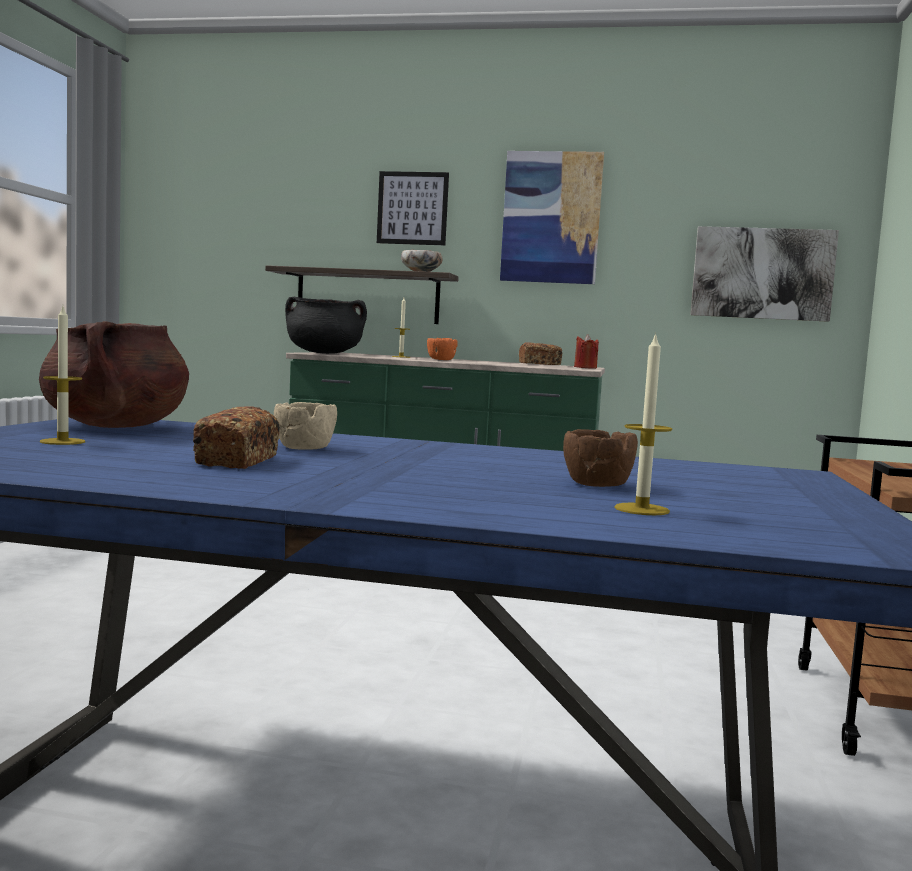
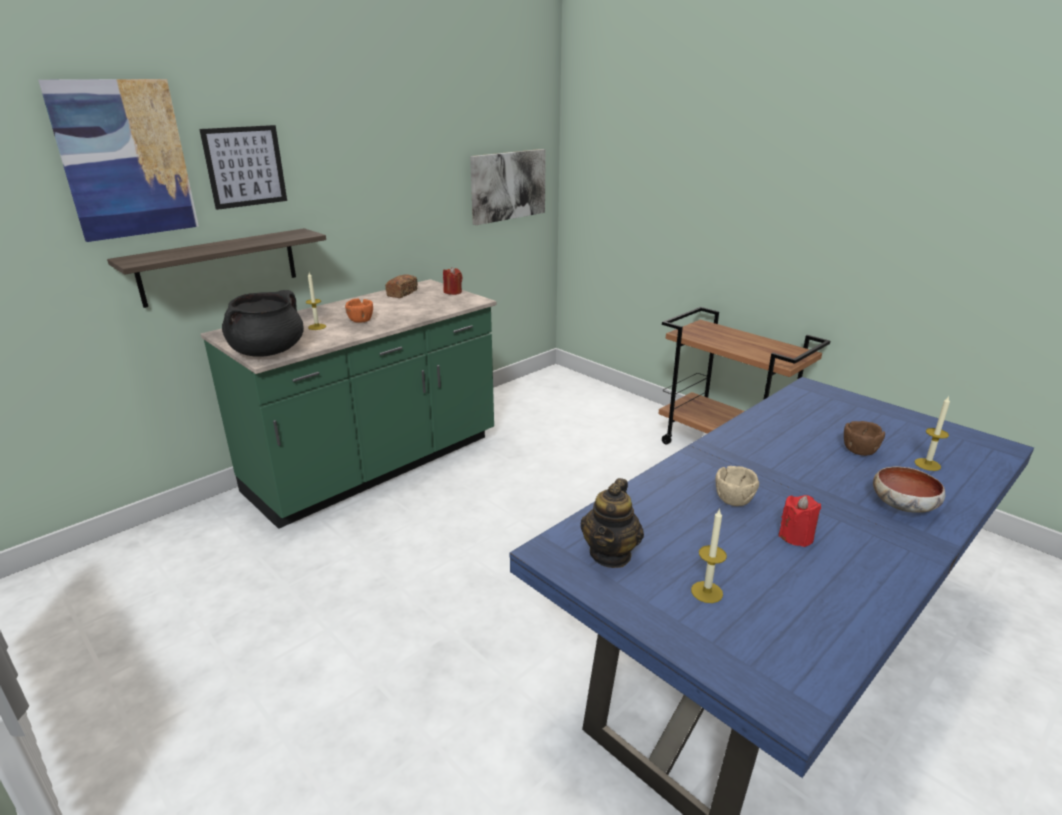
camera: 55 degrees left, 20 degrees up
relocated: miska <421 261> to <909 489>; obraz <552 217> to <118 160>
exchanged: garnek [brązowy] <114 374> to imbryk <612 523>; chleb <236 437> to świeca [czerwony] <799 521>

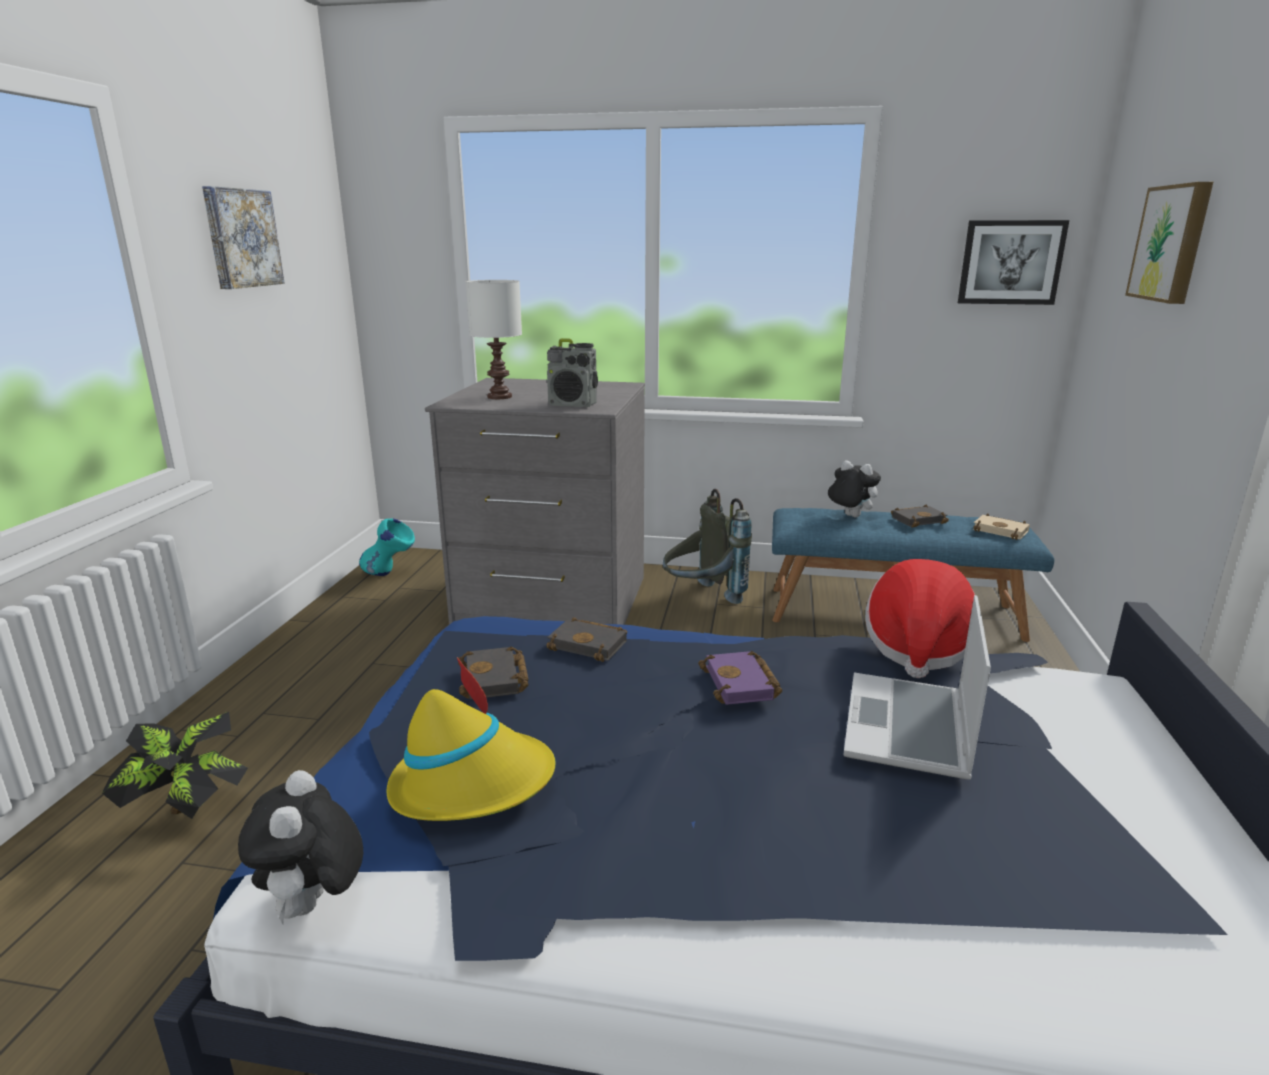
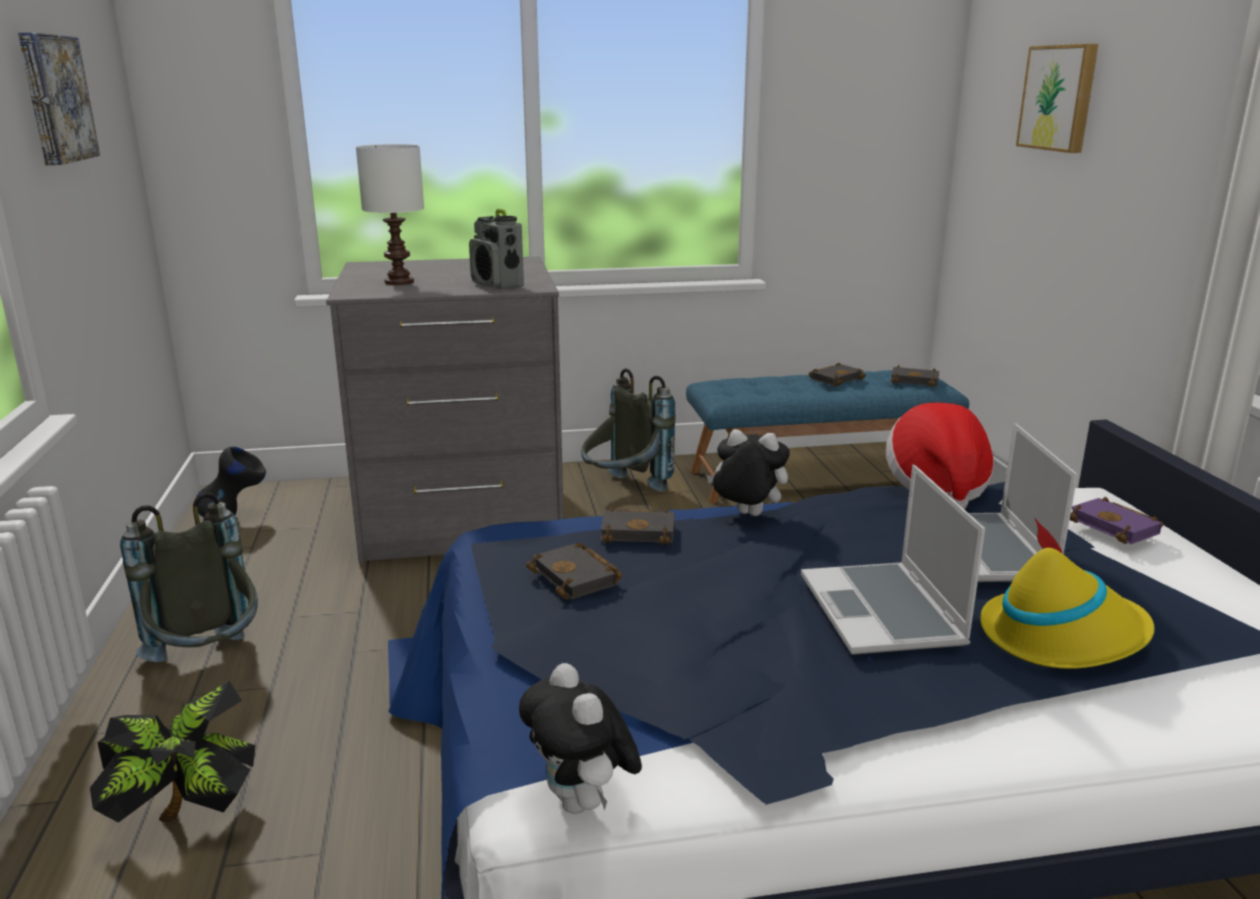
camera: 20 degrees left, 0 degrees up
missing: obraz <1013 262>
appeared: plecak [szary] <189 577>; laptop <893 560>
relocated: kapelusz [żółty] <471 739> to <1067 593>; książka [fioletowy] <740 678> to <1117 520>; pluszak <854 488> to <748 472>
colour: wazon [turkusowy] <387 547> to wazon [czarny] <231 482>; książka [beżowy] <1001 527> to książka [czarny] <914 376>
spun: radio <572 372> = <496 249> 60 degrees clockwise

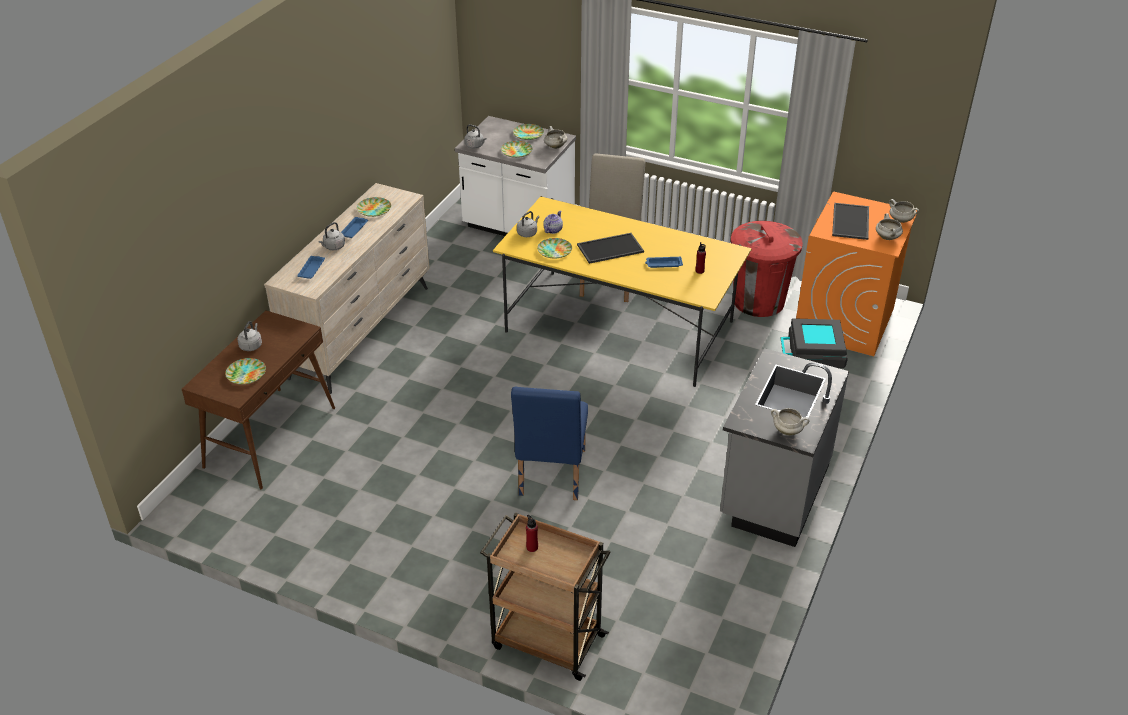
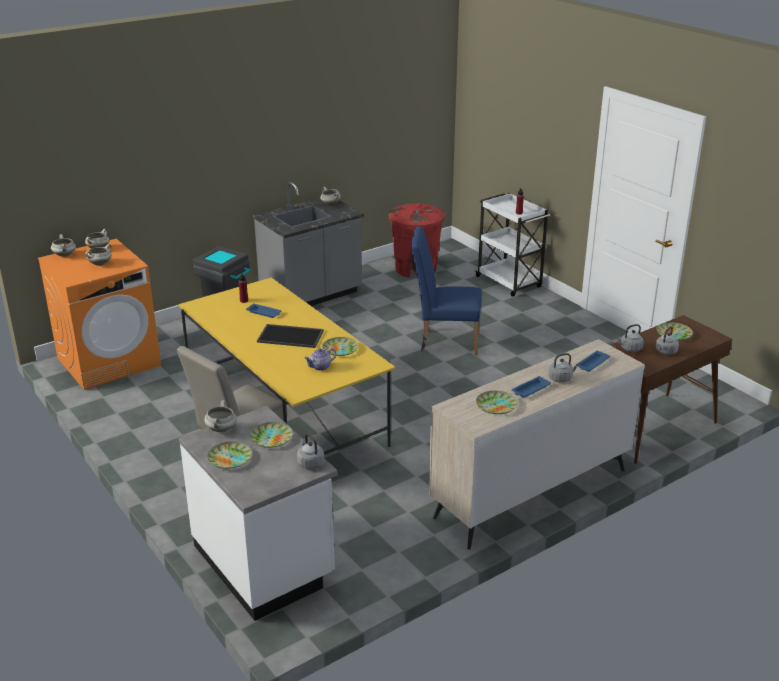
camera: 150 degrees left, 10 degrees down
relocated: czajnik [szary] <528 224> to <630 338>; kosz na śmieci [czerwony] <767 269> to <416 240>
exchanged: taca <850 221> to garnek [biały] <98 255>
colour: wózek [brązowy] <545 596> to wózek [biały] <512 245>
spun: krzesło [niebieski] <549 443> = <446 291> 120 degrees counterclockwise

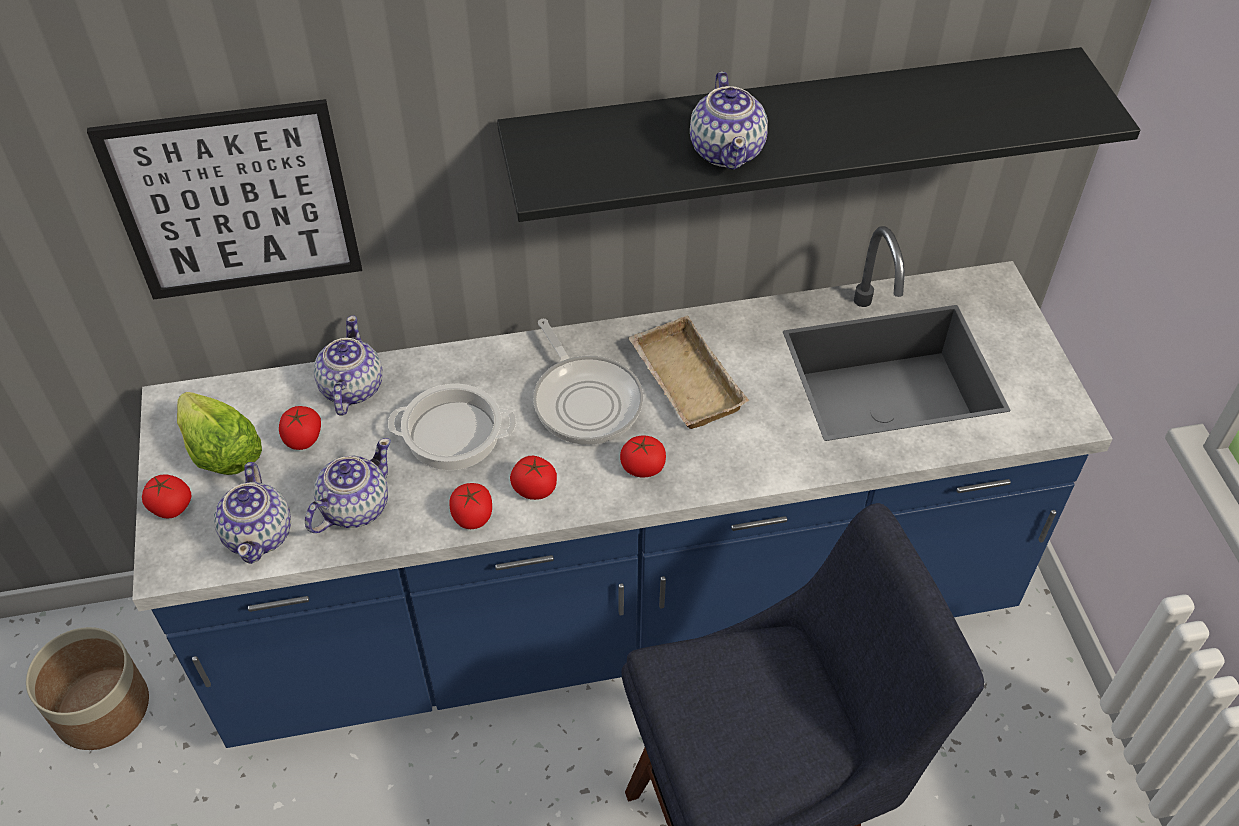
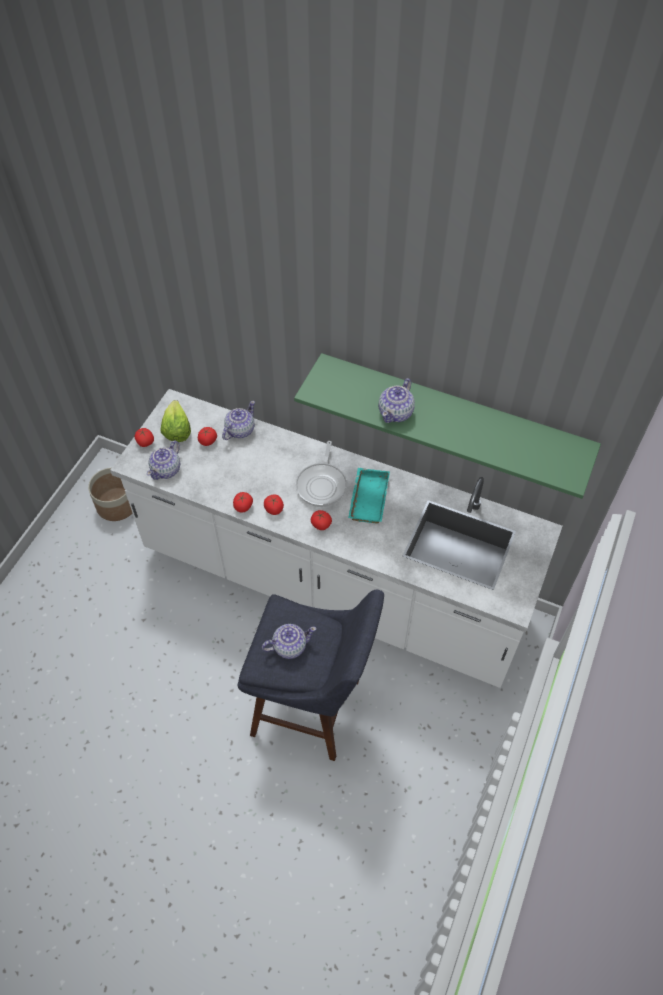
camera: 35 degrees right, 5 degrees up
missing: obraz <224 199>; garnek <452 427>
relocated: imbryk <348 485> to <289 641>
colour: zabudowa kuchenna [niebieski] <622 487> to zabudowa kuchenna [biały] <336 538>; półka [czarny] <818 134> to półka [zielony] <447 426>; taca [beżowy] <688 372> to taca [turkusowy] <369 495>

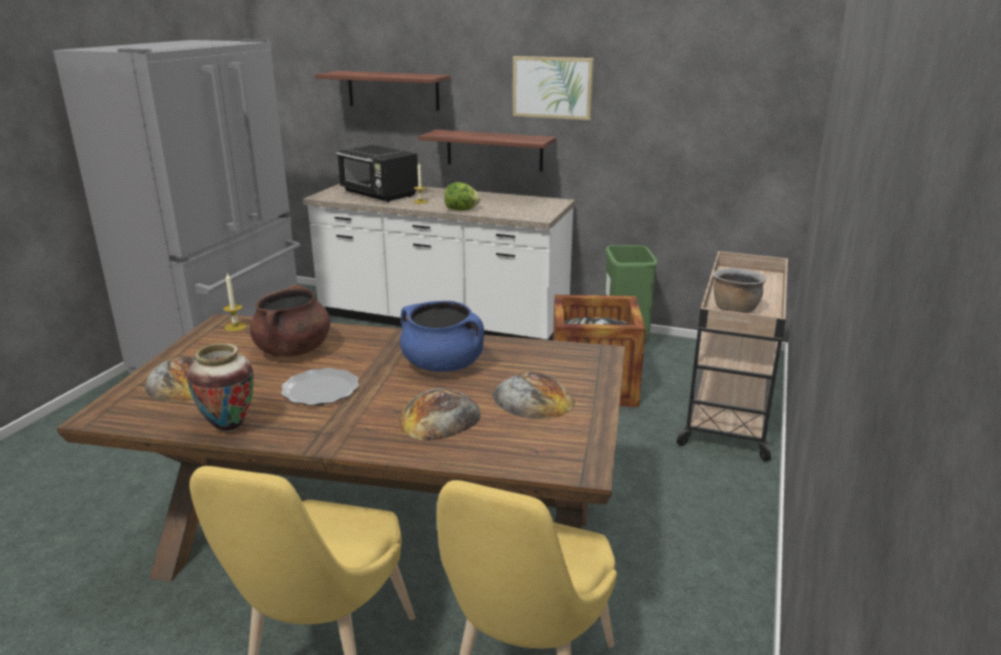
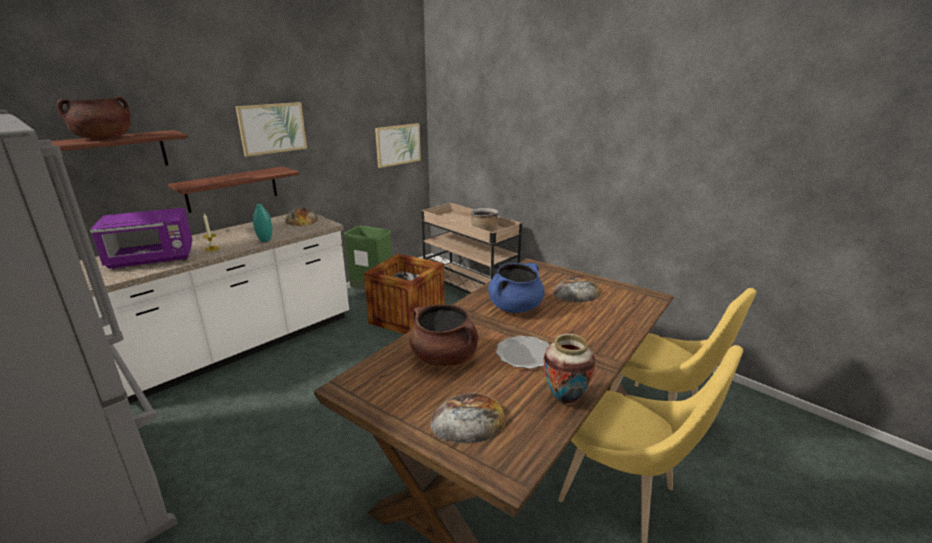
camera: 65 degrees left, 0 degrees up
missing: świeca <235 302>
appeared: garnek [brązowy] <94 118>; obraz <398 145>
relocated: chleb <439 414> to <301 217>
exchanged: sałata <462 196> to wazon [turkusowy] <262 223>
colour: mikrofalówka [czarny] <377 173> to mikrofalówka [fioletowy] <141 238>

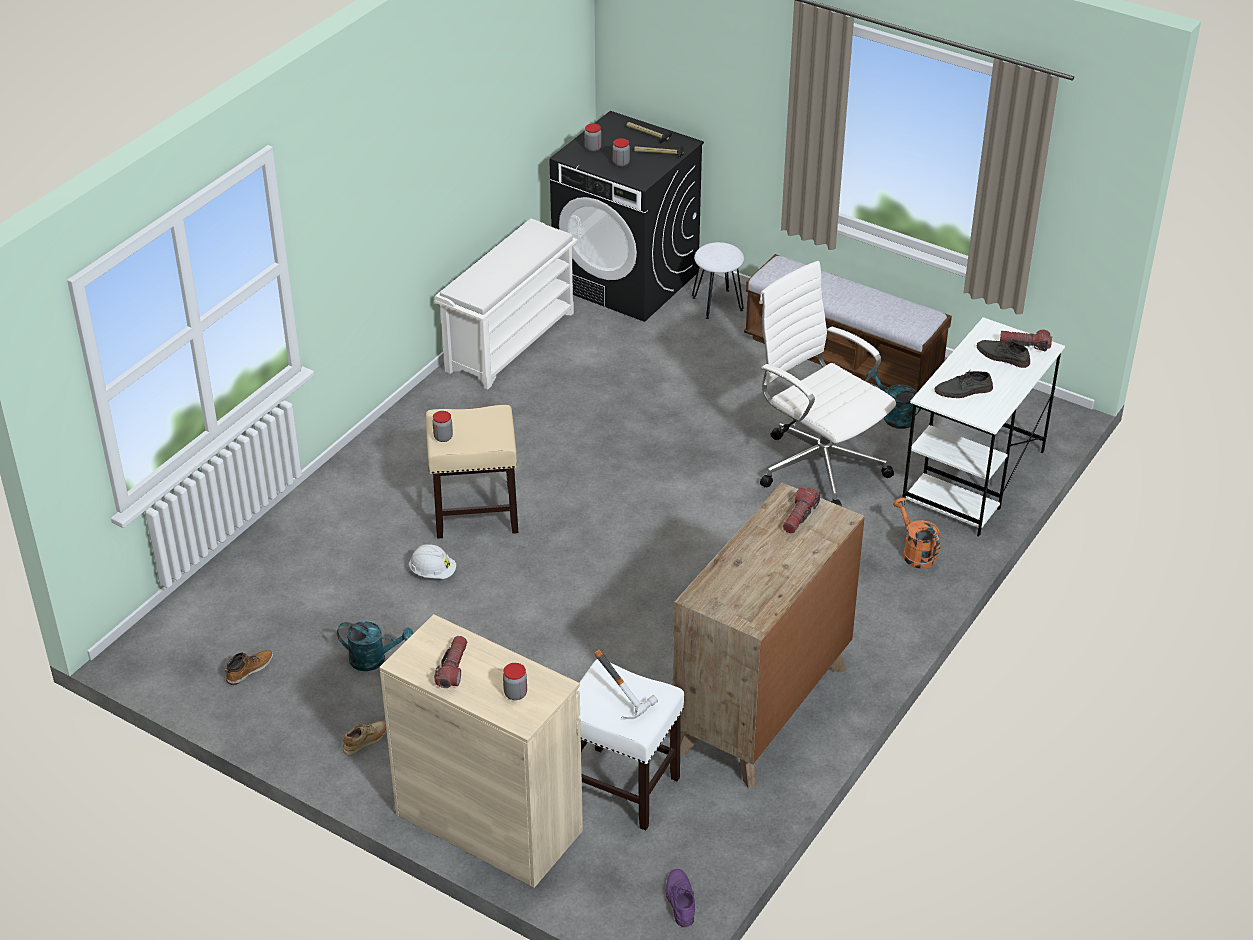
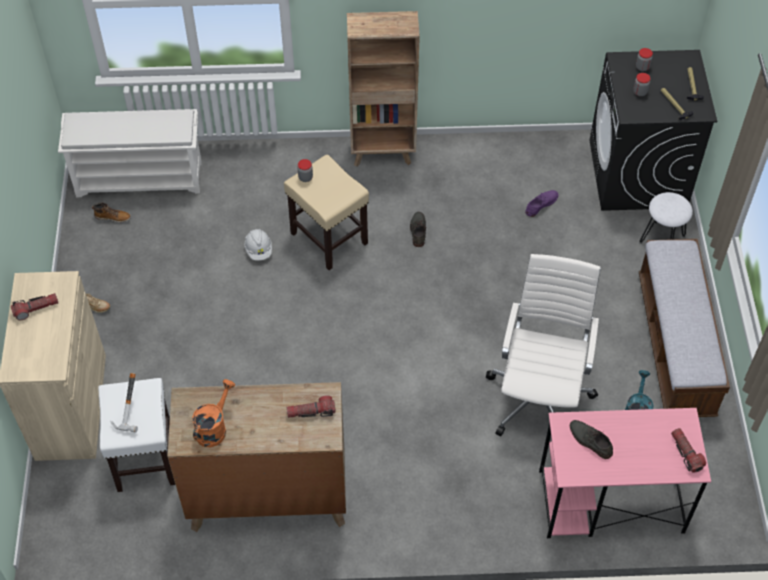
camera: 55 degrees right, 15 degrees up
missing: konewka [turkusowy] <375 646>; słoik <515 681>
appeared: regał [brązowy] <383 89>
relocated: regał na buty [biały] <506 304> to <130 153>; but [fioletowy] <680 898> to <542 203>; konewka [pomarańczowy] <916 533> to <213 413>; but [szary] <1003 354> to <418 229>
colour: biurko [biały] <983 427> to biurko [różowy] <625 473>

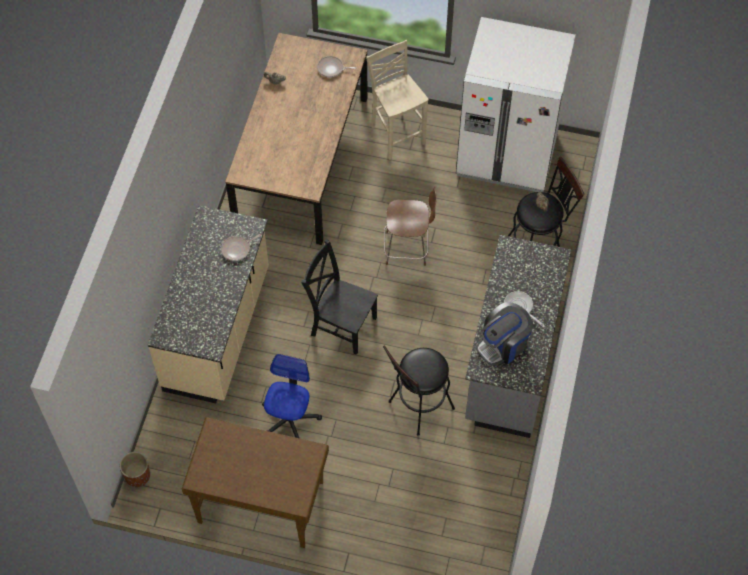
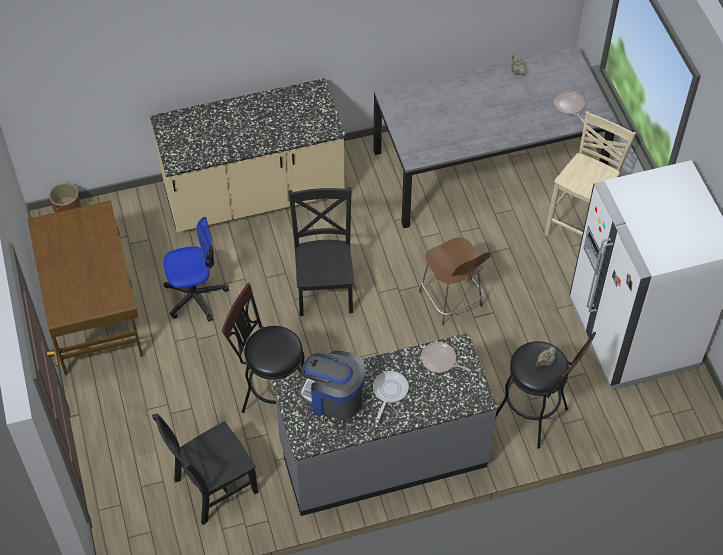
camera: 60 degrees right, 5 degrees down
appeared: krzesło [czarny] <205 469>
relocated: patelnia <241 247> to <446 357>
colour: stół jadalny [brązowy] <296 139> to stół jadalny [szary] <495 138>

